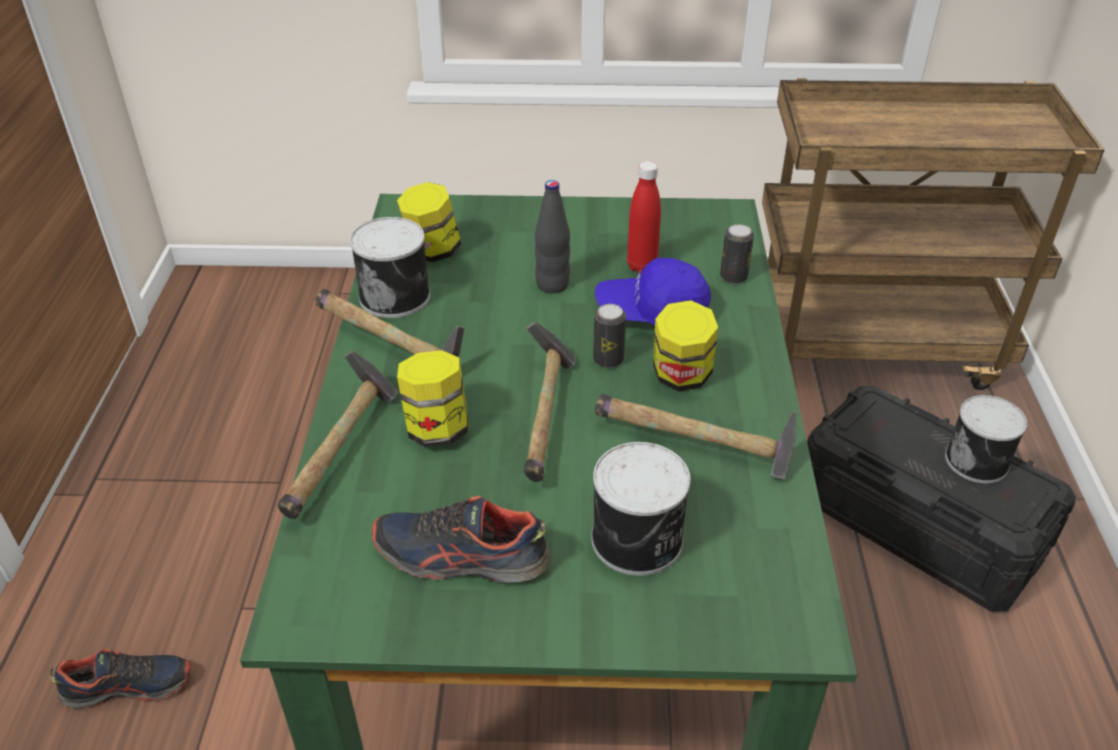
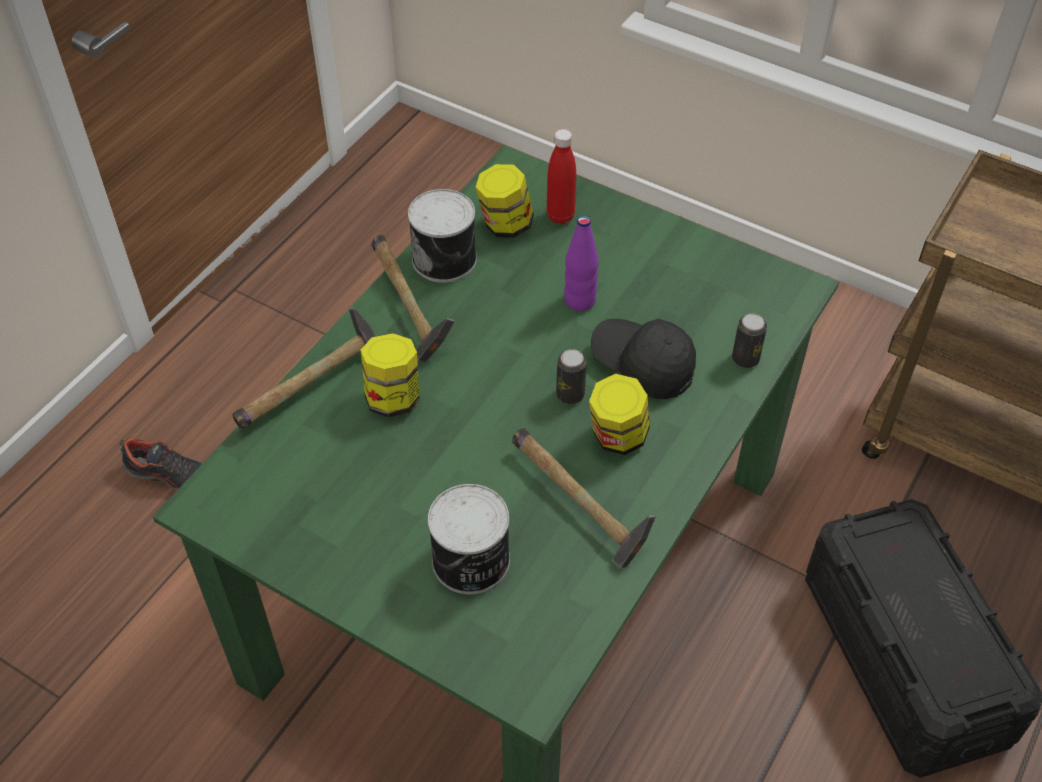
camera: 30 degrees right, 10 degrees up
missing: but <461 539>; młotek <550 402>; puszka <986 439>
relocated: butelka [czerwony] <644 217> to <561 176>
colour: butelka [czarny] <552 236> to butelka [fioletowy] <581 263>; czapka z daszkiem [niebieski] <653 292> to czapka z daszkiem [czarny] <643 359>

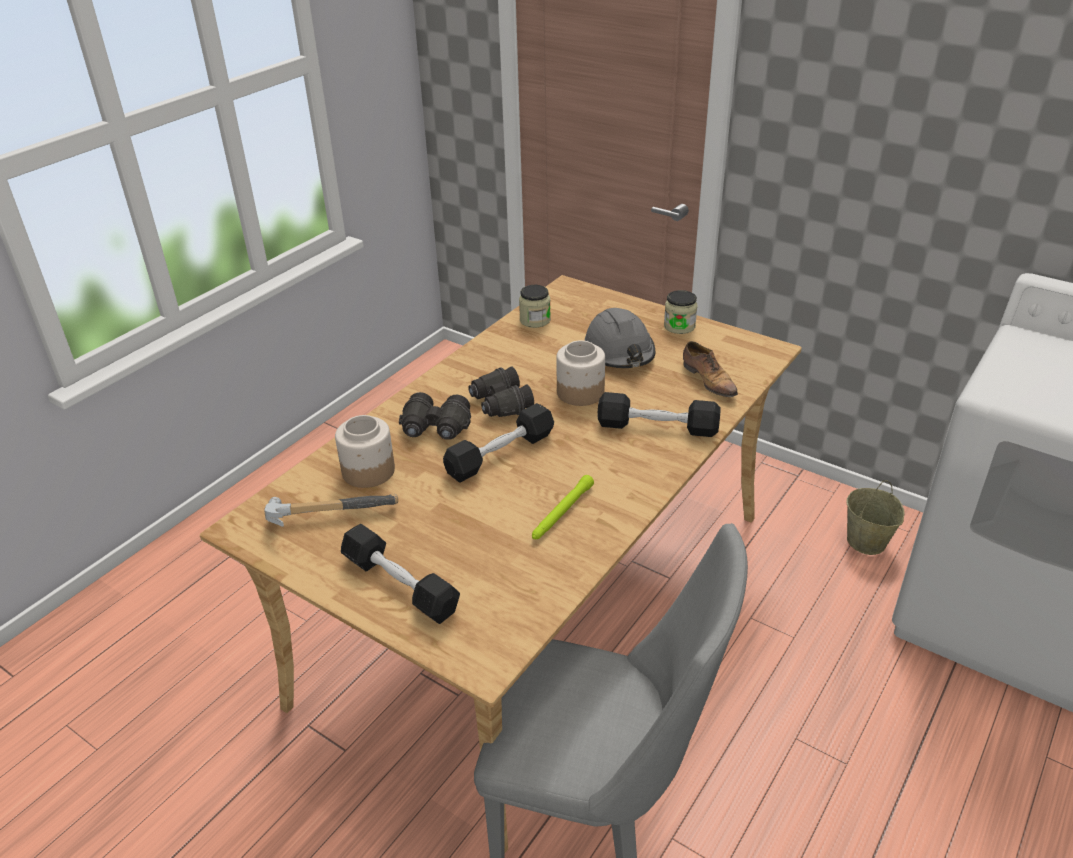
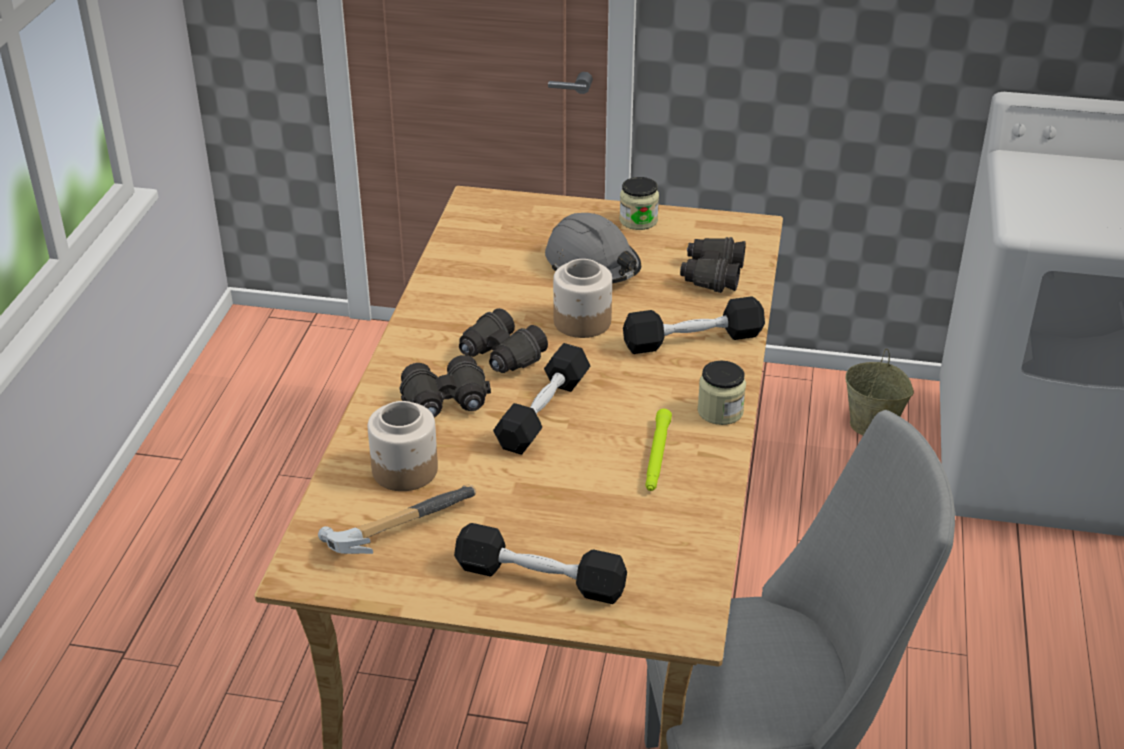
camera: 25 degrees left, 0 degrees up
relocated: słoik <535 306> to <721 392>
exchanged: but <710 369> to lornetka [czarny] <713 265>

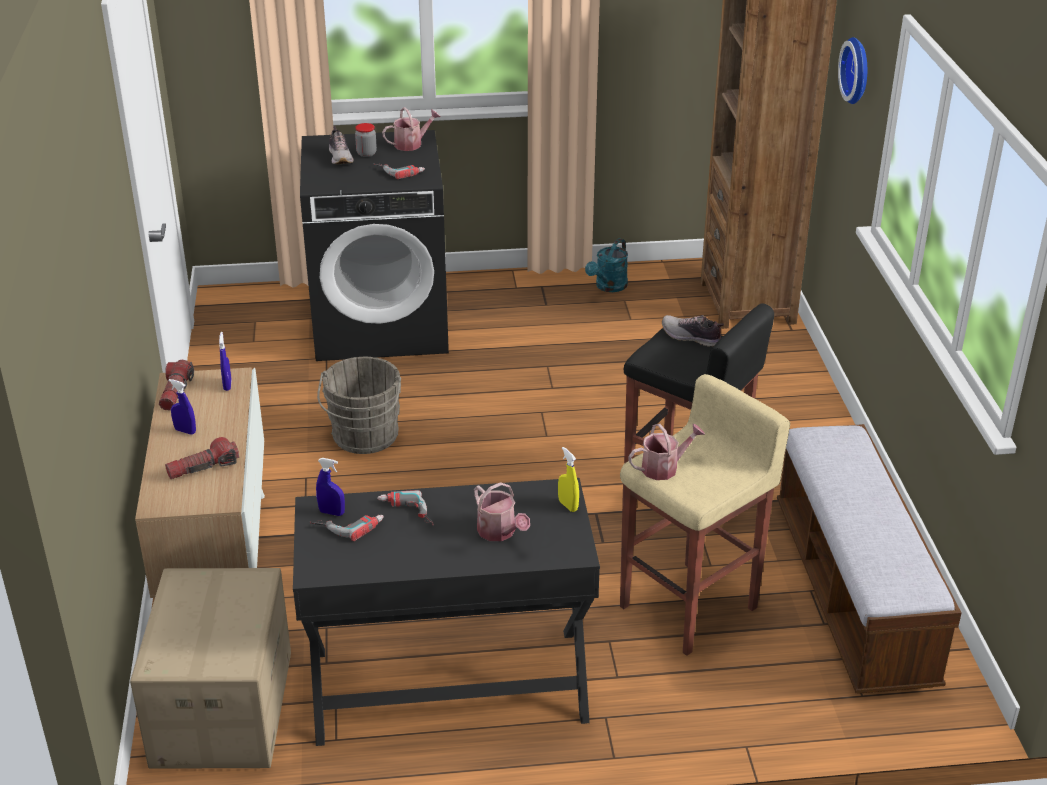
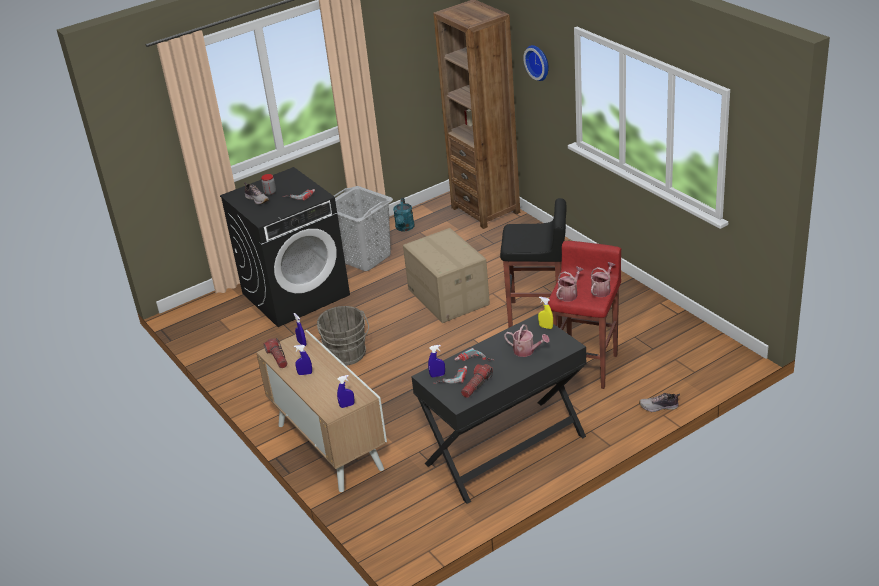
camera: 25 degrees left, 0 degrees up
missing: ławka <869 559>
appeared: kosz na pranie [szary] <363 228>; spryskiwacz [niebieski] <346 391>
relocated: karton <210 668> to <446 275>; latarka <202 458> to <477 381>; konewka <411 129> to <603 279>; but <693 331> to <659 402>
colour: stołek [beżowy] <705 515> to stołek [czerwony] <584 315>

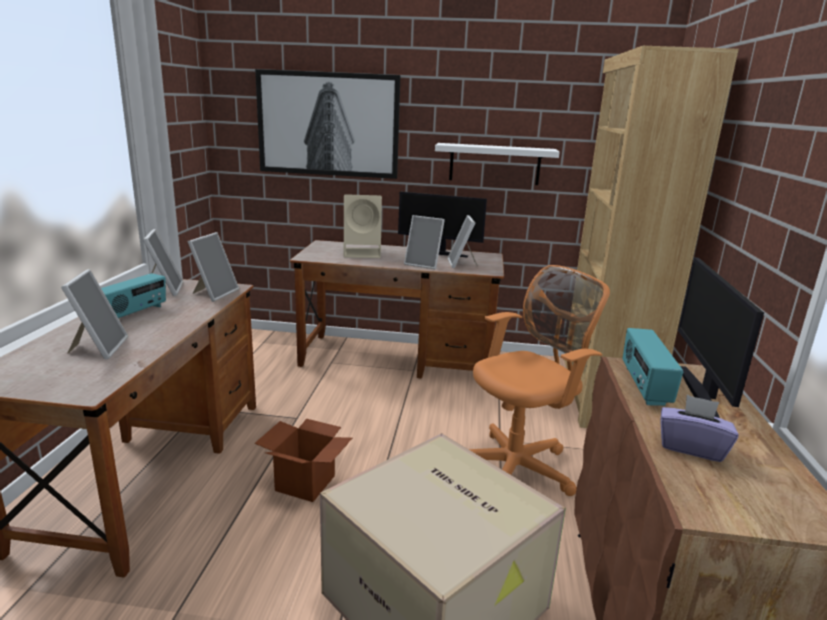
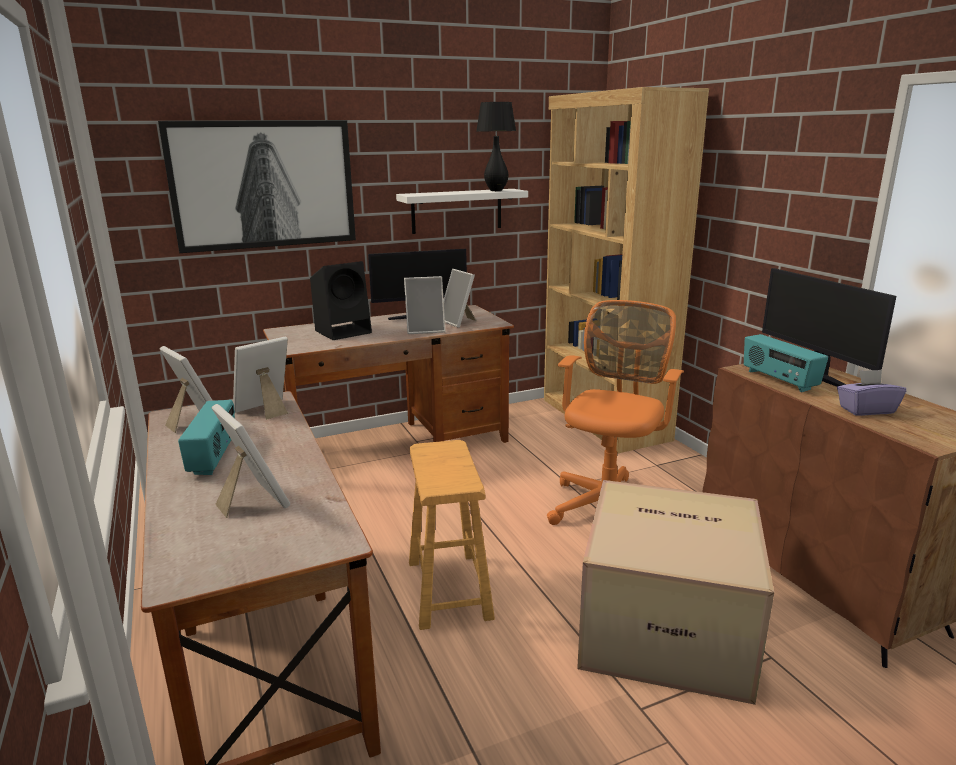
camera: 30 degrees left, 0 degrees up
appeared: lampa stołowa [czarny] <496 146>
exchanged: karton <303 460> to stołek [brązowy] <452 535>
colour: głośnik [beżowy] <363 226> to głośnik [czarny] <341 300>
spun: ramka na zdjęcie <213 267> = <260 378> 120 degrees counterclockwise

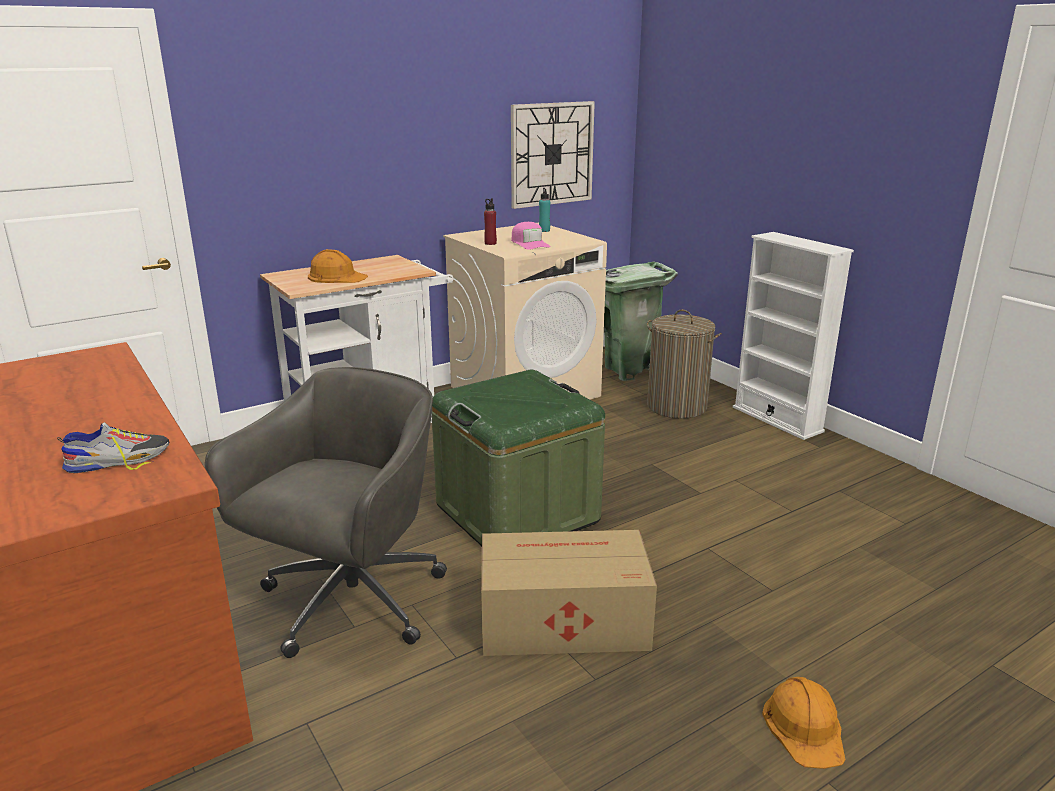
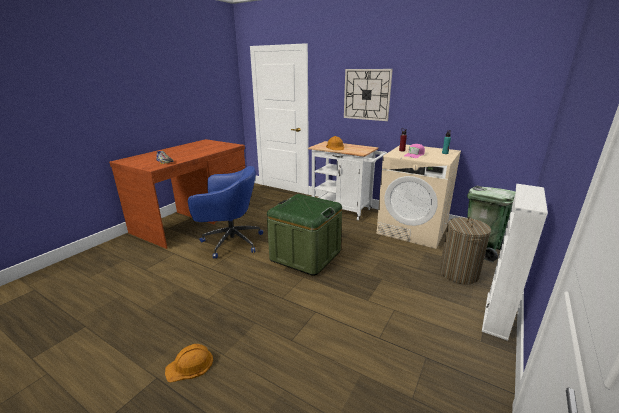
camera: 65 degrees right, 0 degrees up
missing: karton <569 593>
relocated: zegar ścienny <553 155> to <368 95>
colour: krzesło biurowe [szary] <326 512> to krzesło biurowe [niebieski] <225 212>

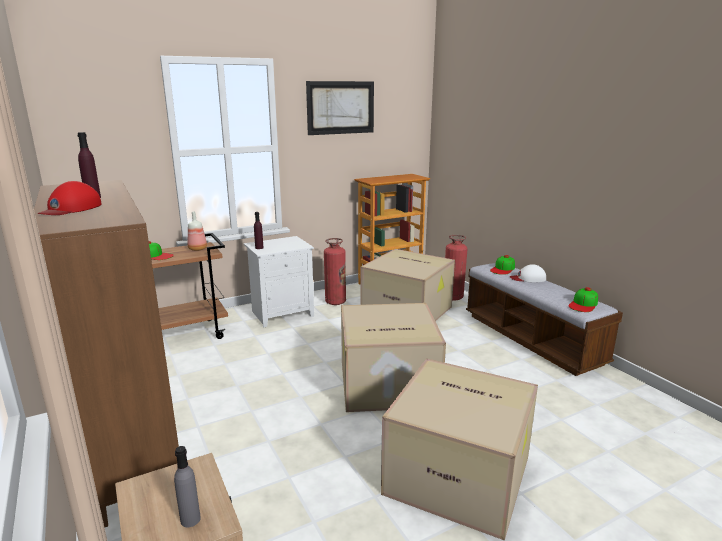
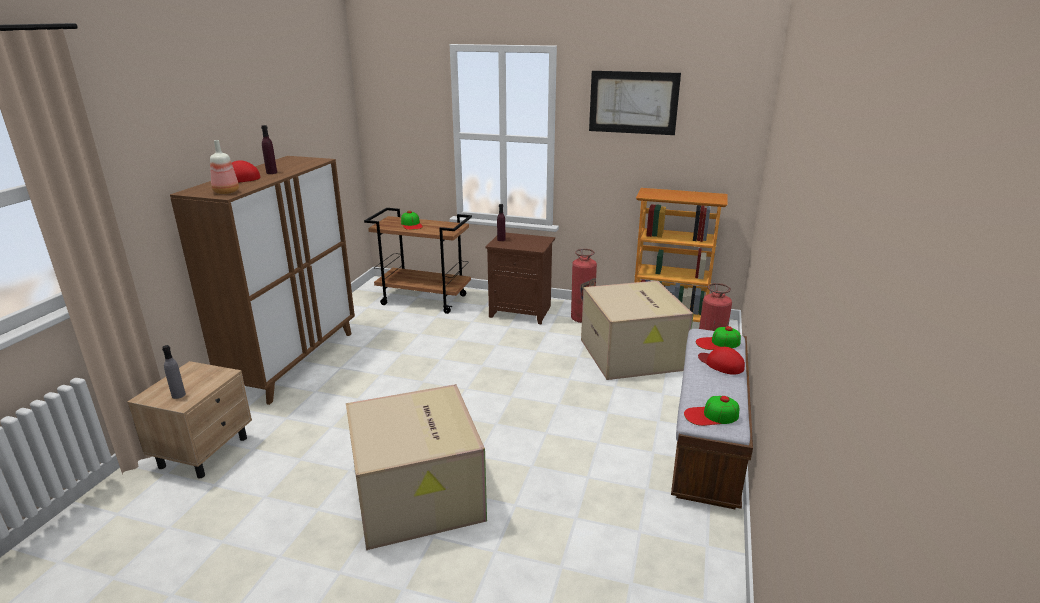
camera: 45 degrees right, 5 degrees up
missing: karton <393 357>
relocated: butelka <197 231> to <224 167>
colour: szafka nocna [biały] <279 282> to szafka nocna [brązowy] <520 279>; czapka z daszkiem [biały] <528 273> to czapka z daszkiem [czerwony] <721 361>

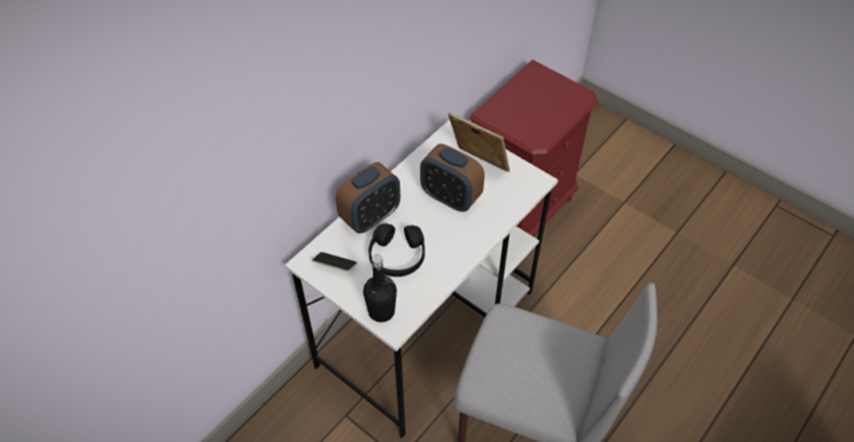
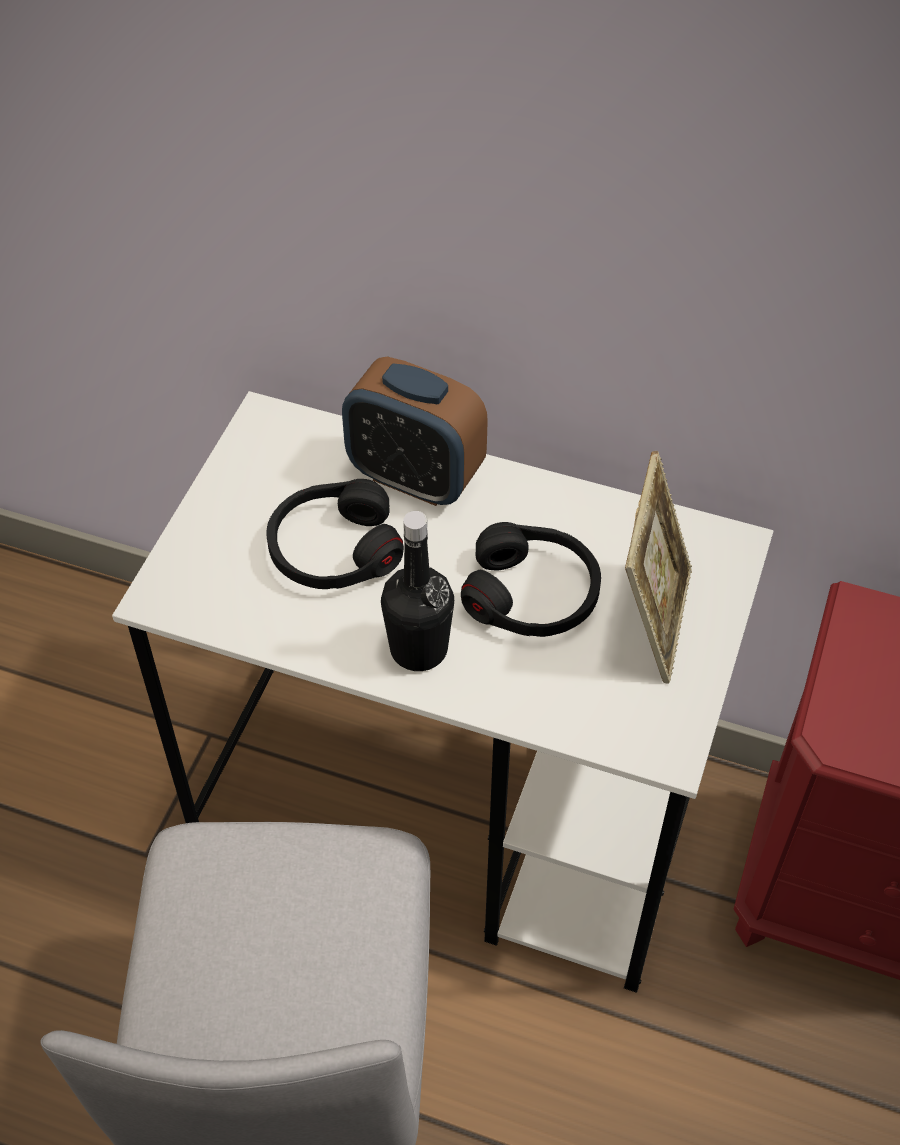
camera: 70 degrees right, 0 degrees up
missing: telefon <334 262>
relocated: butelka [czarny] <380 288> to <417 591>
exchanged: budzik <452 178> to słuchawki [czarny] <531 579>

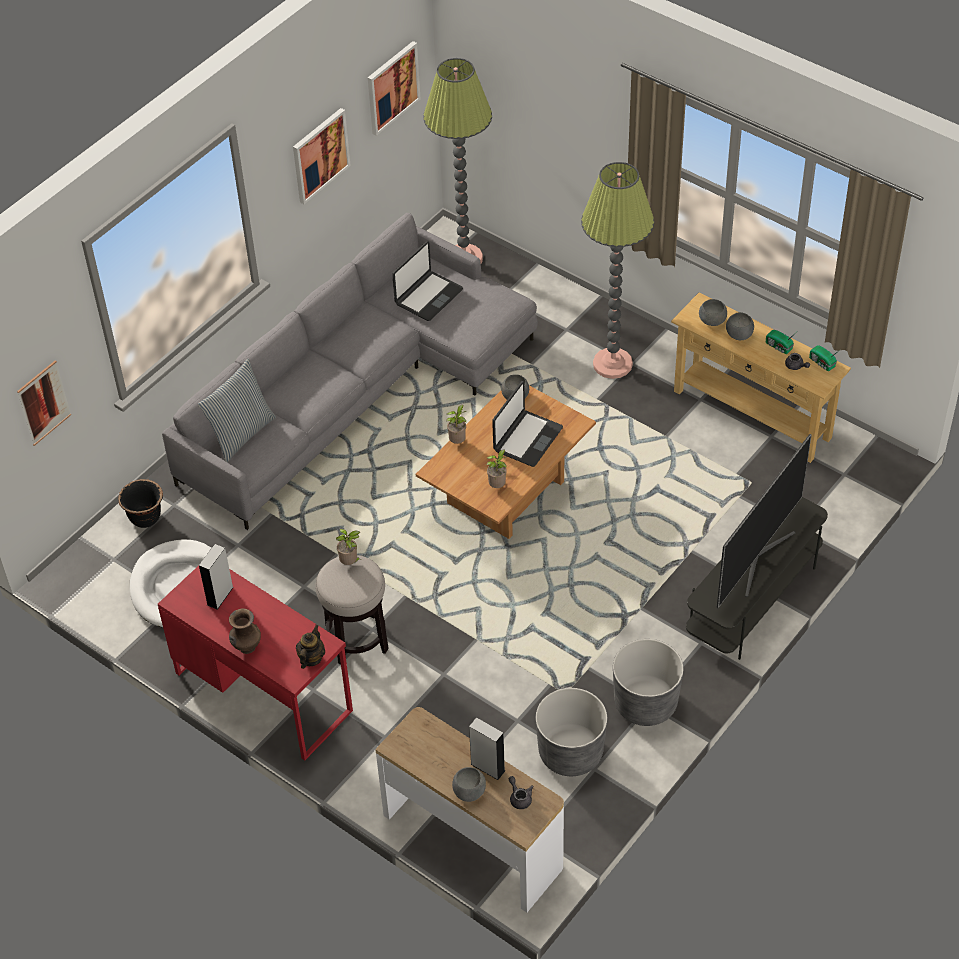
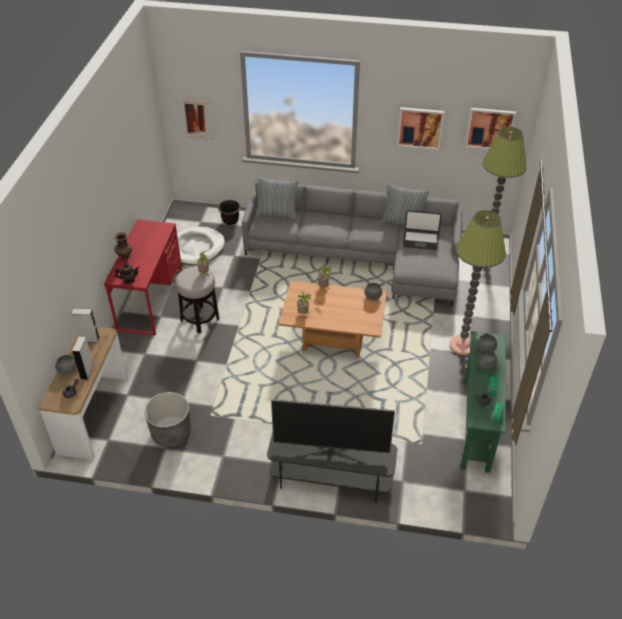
camera: 60 degrees right, 5 degrees down
missing: laptop <527 424>; donica [szary] <648 682>
appeared: poduszka <405 205>
relocated: głośnik [szary] <216 577> to <85 325>
colour: stolik konsolowy [beżowy] <761 377> to stolik konsolowy [zielony] <483 402>

